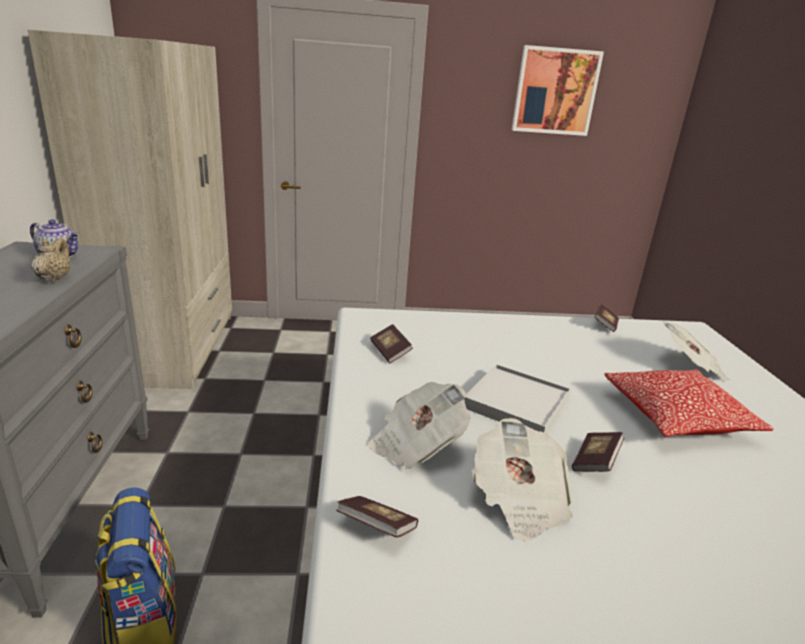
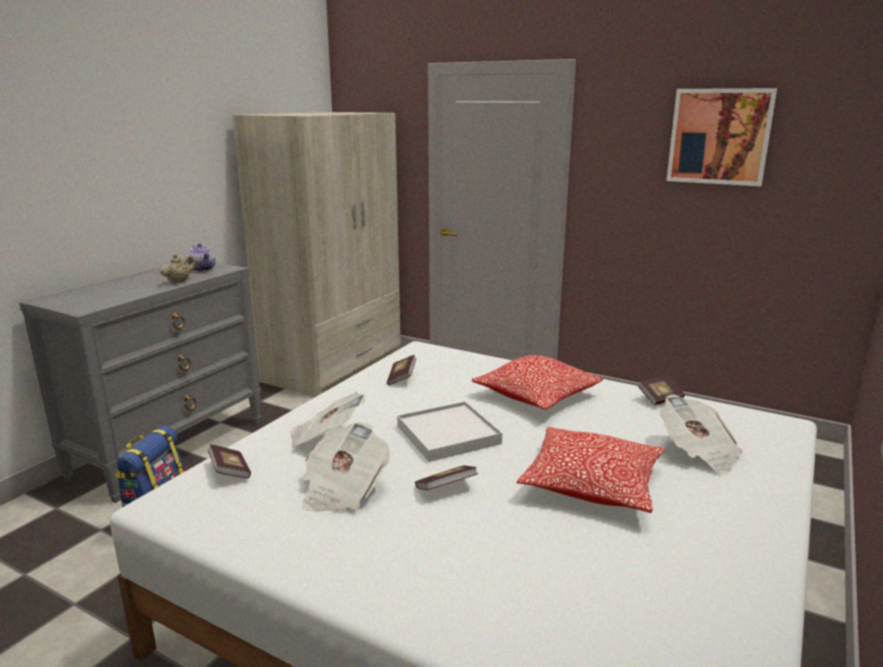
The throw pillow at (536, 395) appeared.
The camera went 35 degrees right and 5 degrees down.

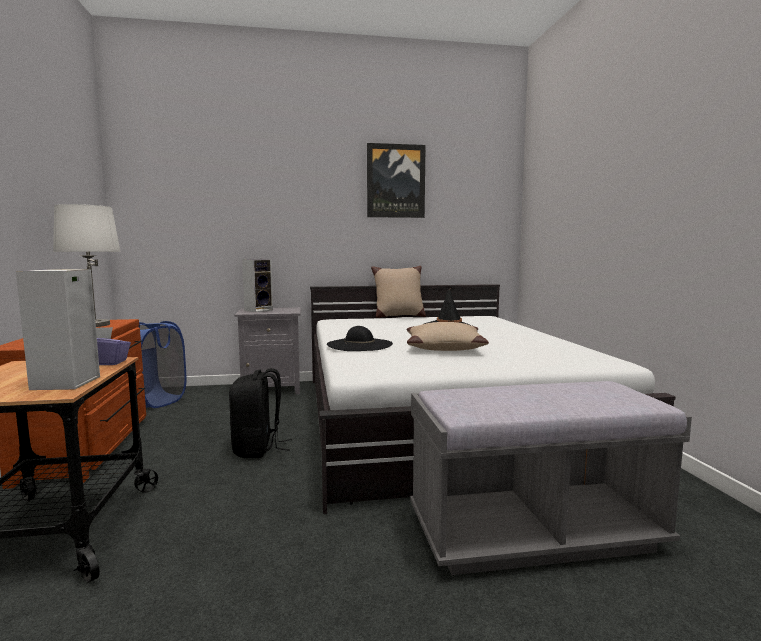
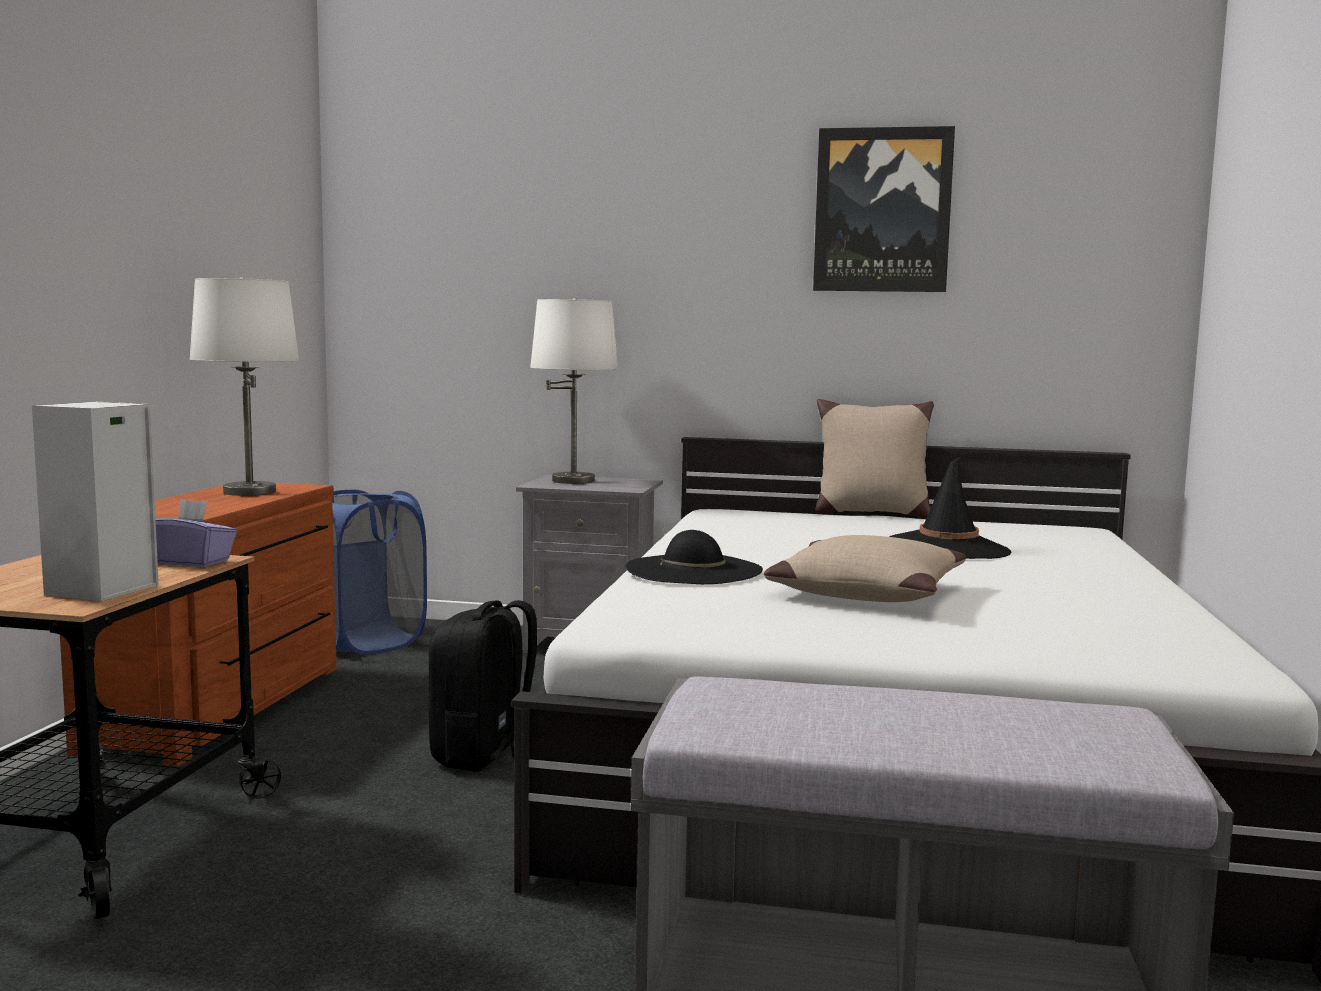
The loudspeaker at (259, 310) was replaced by the table lamp/white at (573, 480).
The camera went 20 degrees right and 0 degrees up.

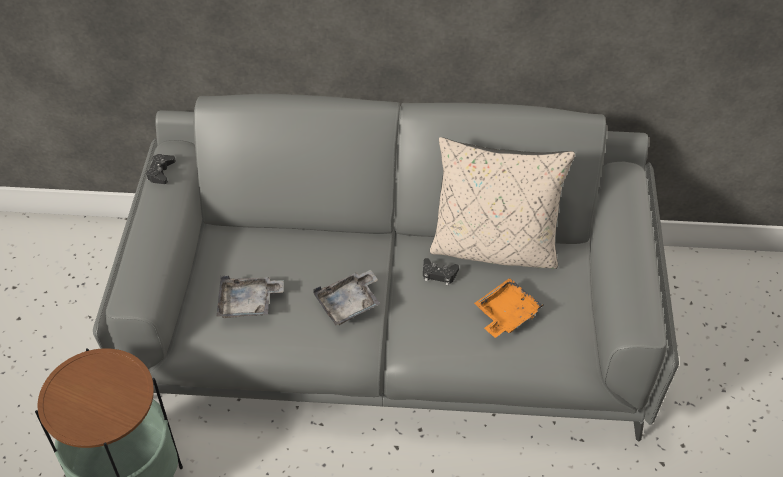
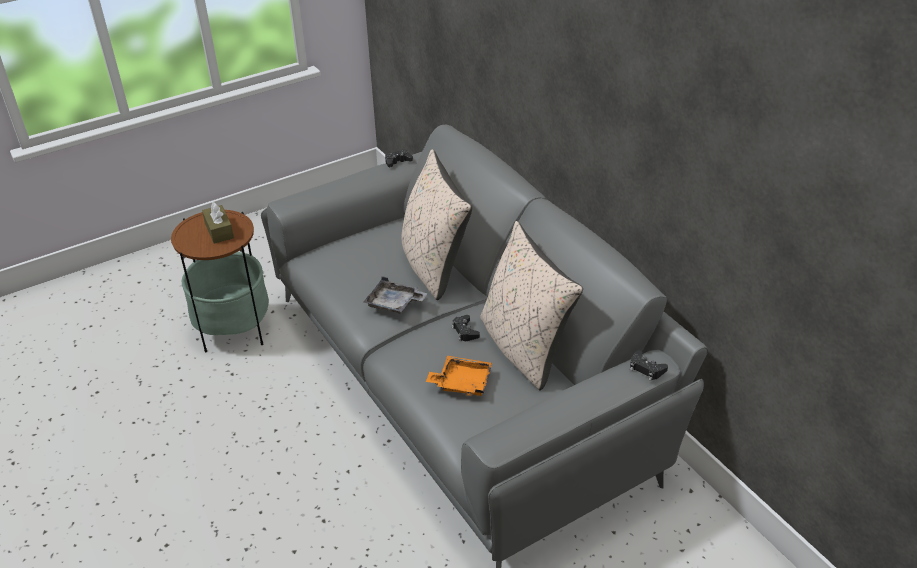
The tray/grey at (248, 303) disappeared.
The tissue box/brown at (219, 231) appeared.
The throw pillow/beige at (434, 265) appeared.
The game controller/black-coloured at (646, 369) appeared.
The camera went 55 degrees right and 10 degrees down.

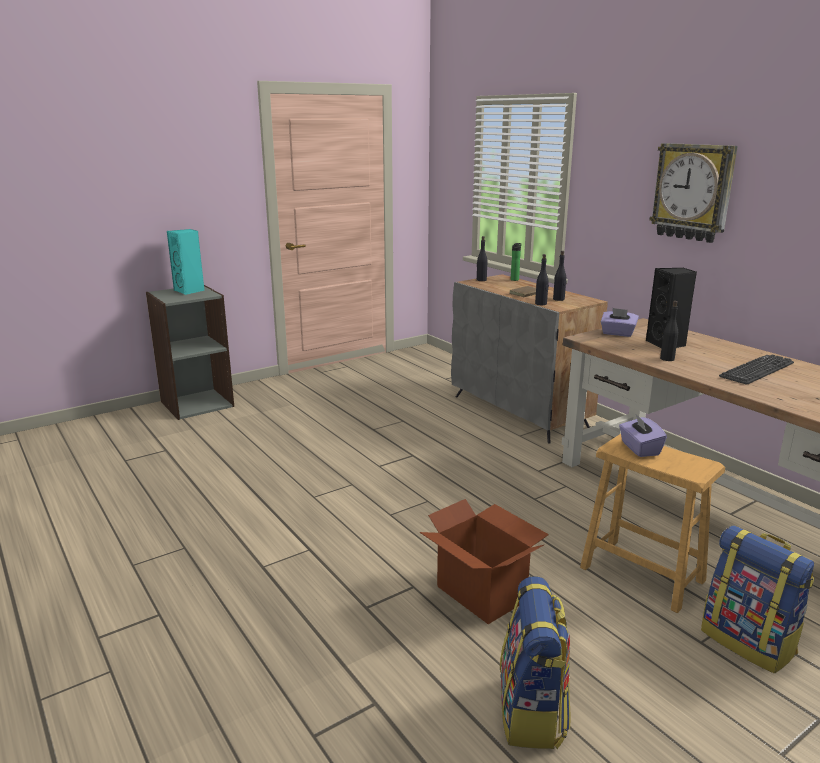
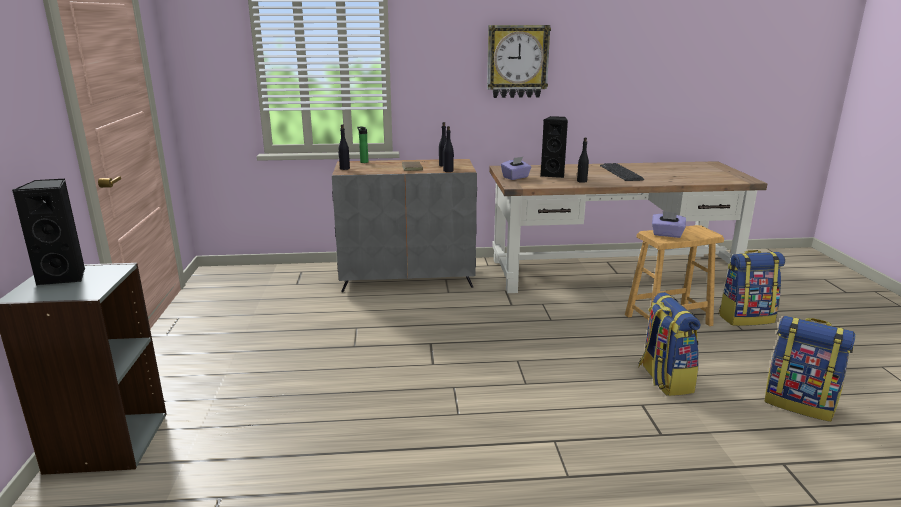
The loudspeaker/turquoise-coloured at (190, 291) became the loudspeaker/black-coloured at (65, 277).
The cardboard box at (482, 593) was replaced by the knapsack at (664, 379).
The camera went 60 degrees left and 0 degrees up.

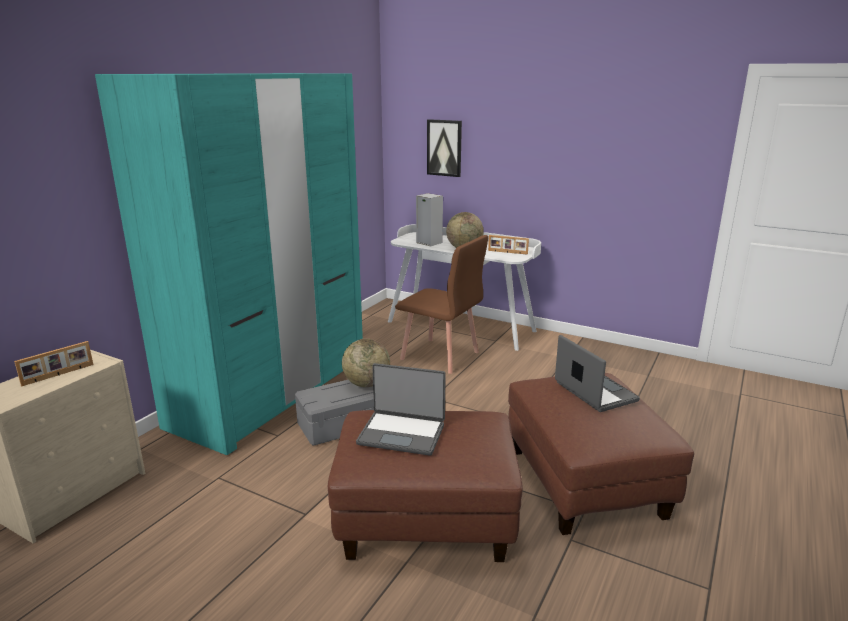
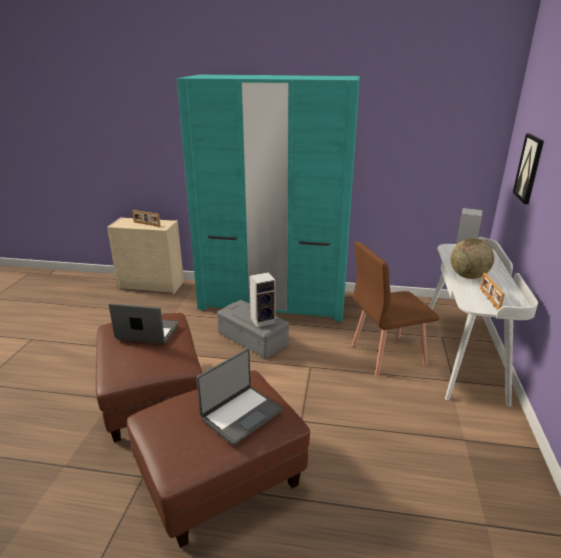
The globe at (366, 384) was replaced by the loudspeaker at (263, 320).
The notebook computer at (402, 433) turned 105 degrees clockwise.
The chair/brown at (440, 356) turned 60 degrees clockwise.
The camera went 70 degrees right and 5 degrees up.

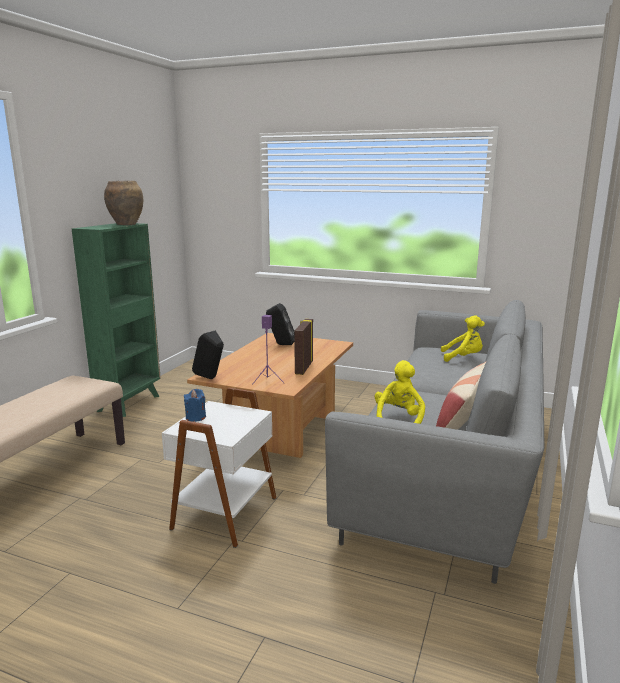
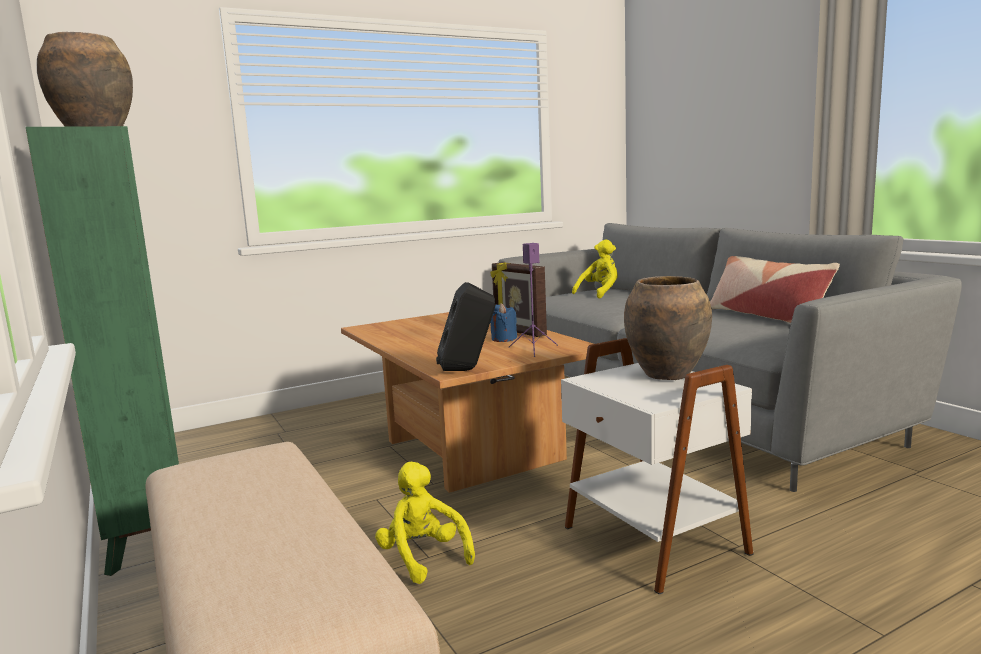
The candle/blue-coloured moved from (195, 417) to (503, 339).
The loudspeaker/black-coloured at (280, 344) disappeared.
The cuddly toy/yellow moved from (398, 419) to (423, 557).
The decorative vase/brown at (667, 375) appeared.
The camera went 50 degrees left and 5 degrees down.

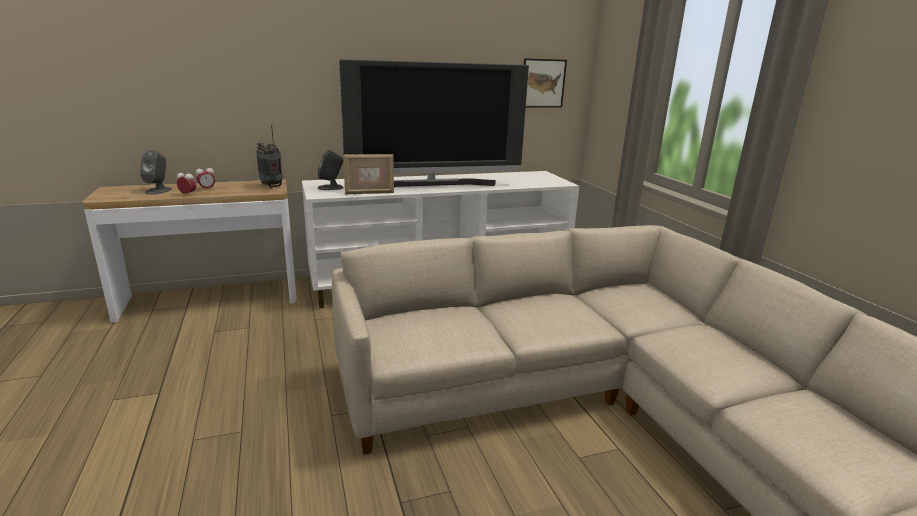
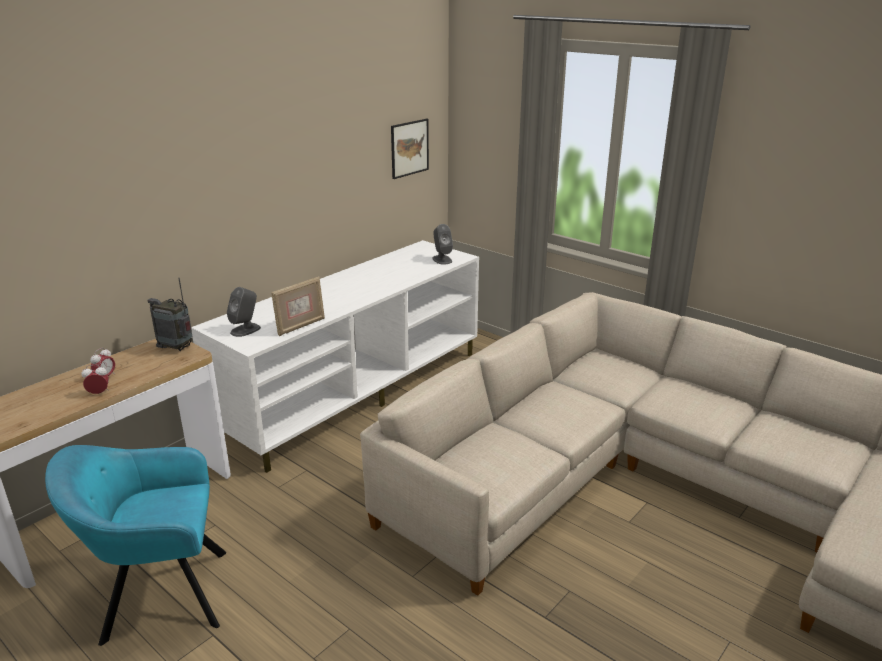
The loudspeaker/grey moved from (158, 190) to (442, 259).
The television at (433, 185) disappeared.
The armchair/turquoise-coloured at (159, 596) appeared.
The camera went 30 degrees left and 5 degrees up.

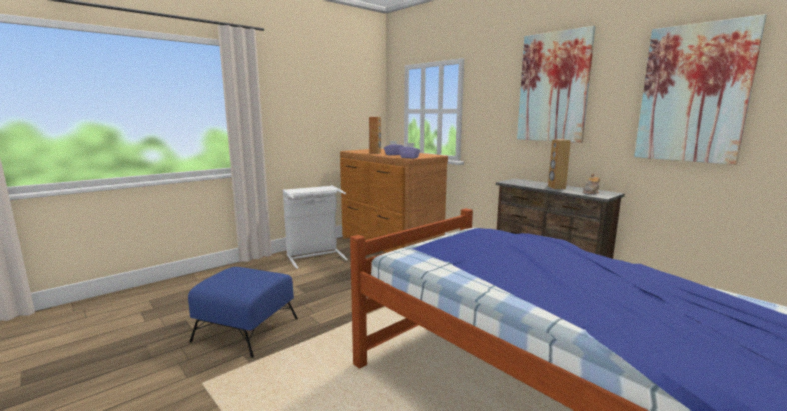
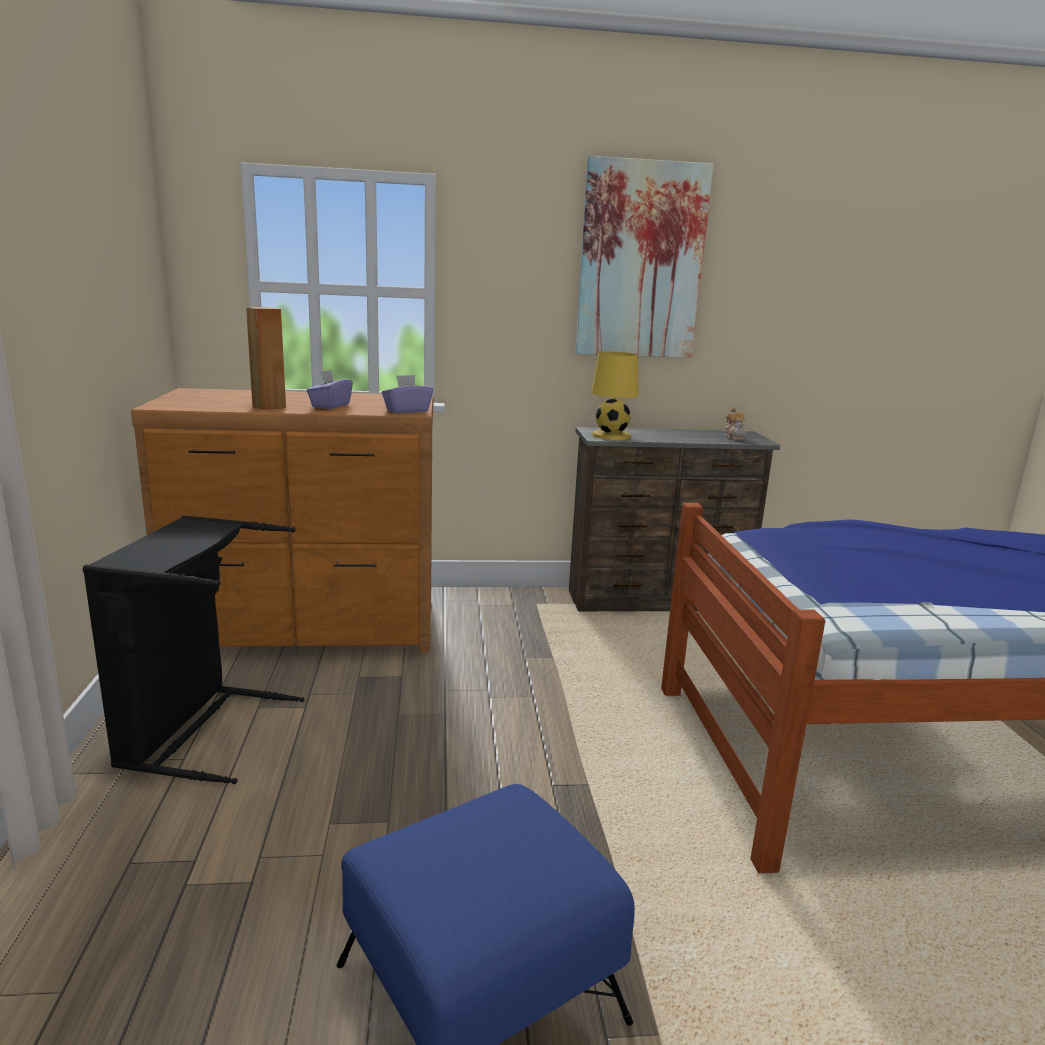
The laundry basket/white at (315, 256) became the laundry basket/black-coloured at (197, 730).
The loudspeaker/brown at (556, 187) disappeared.
The picture at (693, 94) disappeared.
The table lamp/yellow at (610, 435) appeared.
The camera went 55 degrees left and 5 degrees up.

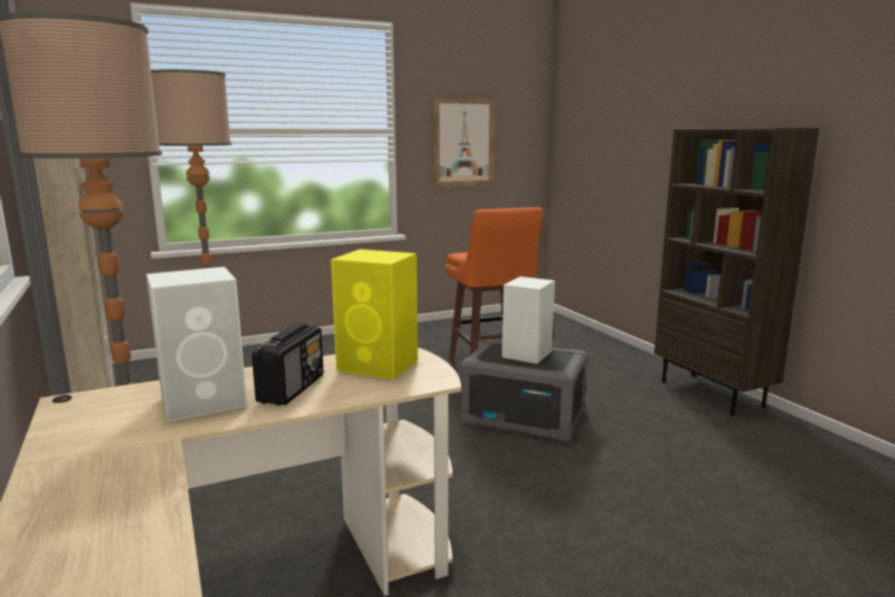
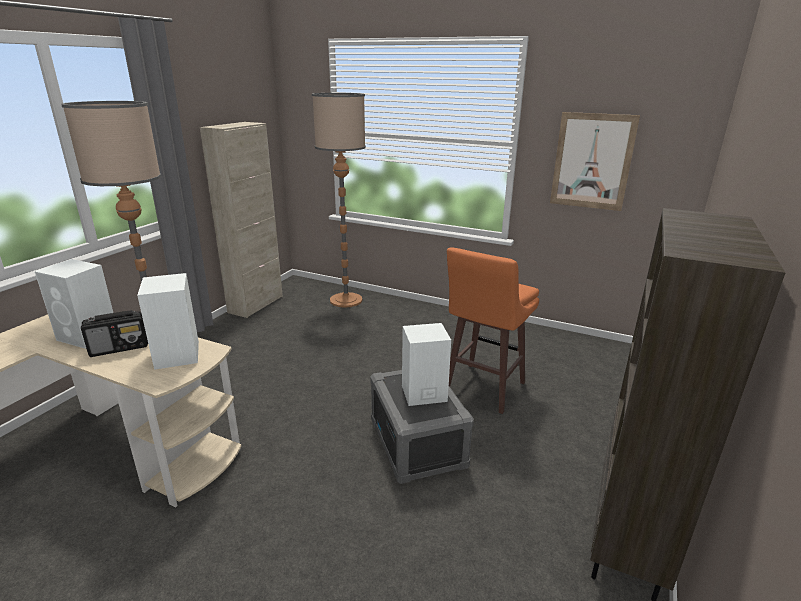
The loudspeaker/yellow at (379, 366) became the loudspeaker/white at (177, 355).
The camera went 50 degrees right and 10 degrees up.

